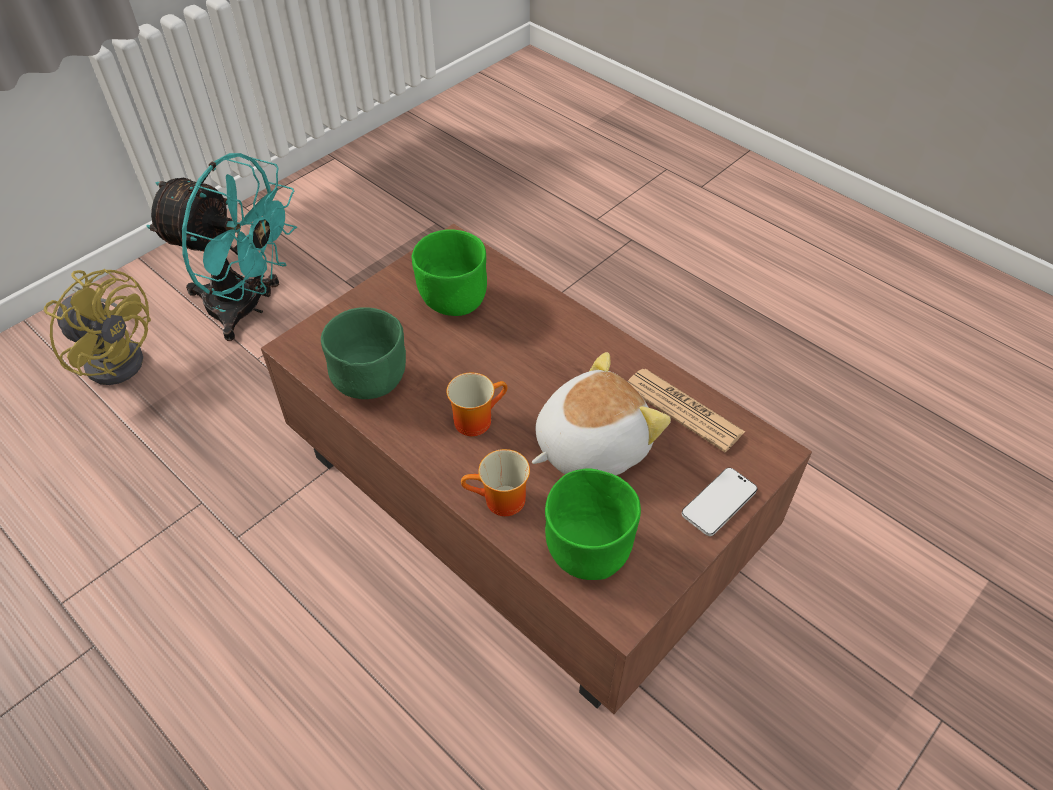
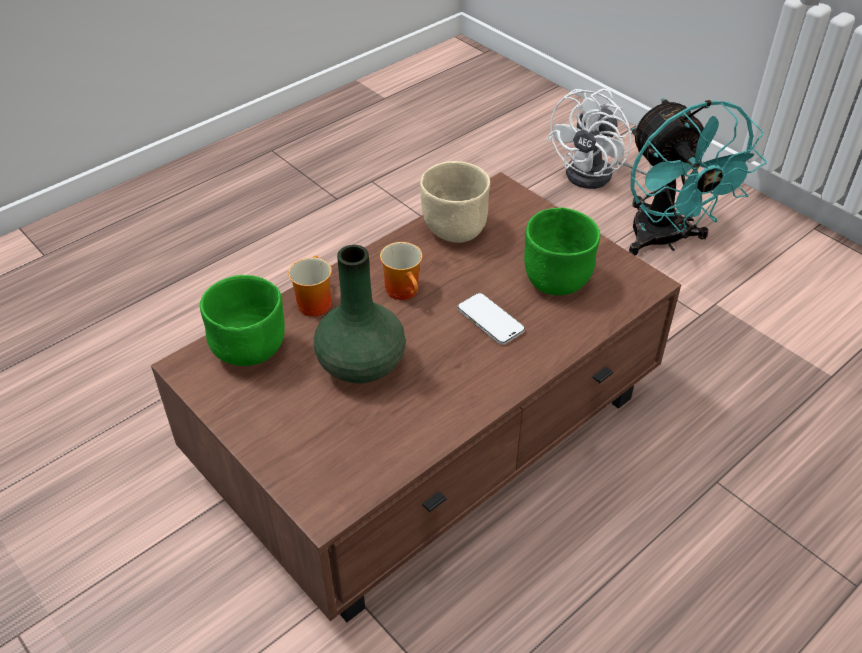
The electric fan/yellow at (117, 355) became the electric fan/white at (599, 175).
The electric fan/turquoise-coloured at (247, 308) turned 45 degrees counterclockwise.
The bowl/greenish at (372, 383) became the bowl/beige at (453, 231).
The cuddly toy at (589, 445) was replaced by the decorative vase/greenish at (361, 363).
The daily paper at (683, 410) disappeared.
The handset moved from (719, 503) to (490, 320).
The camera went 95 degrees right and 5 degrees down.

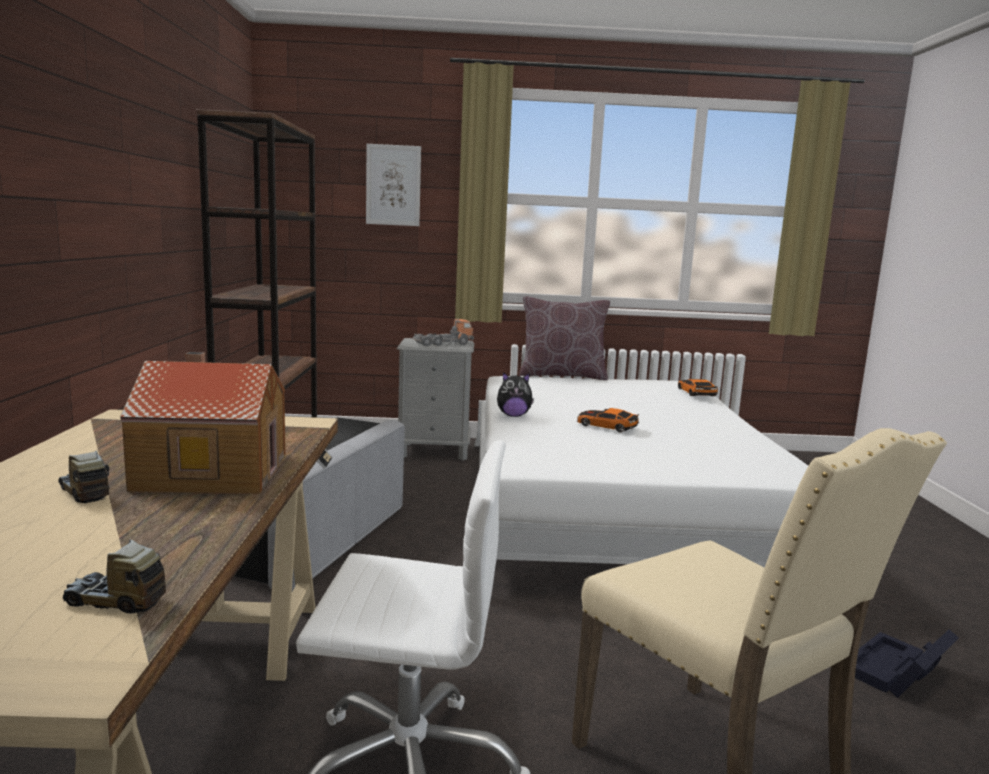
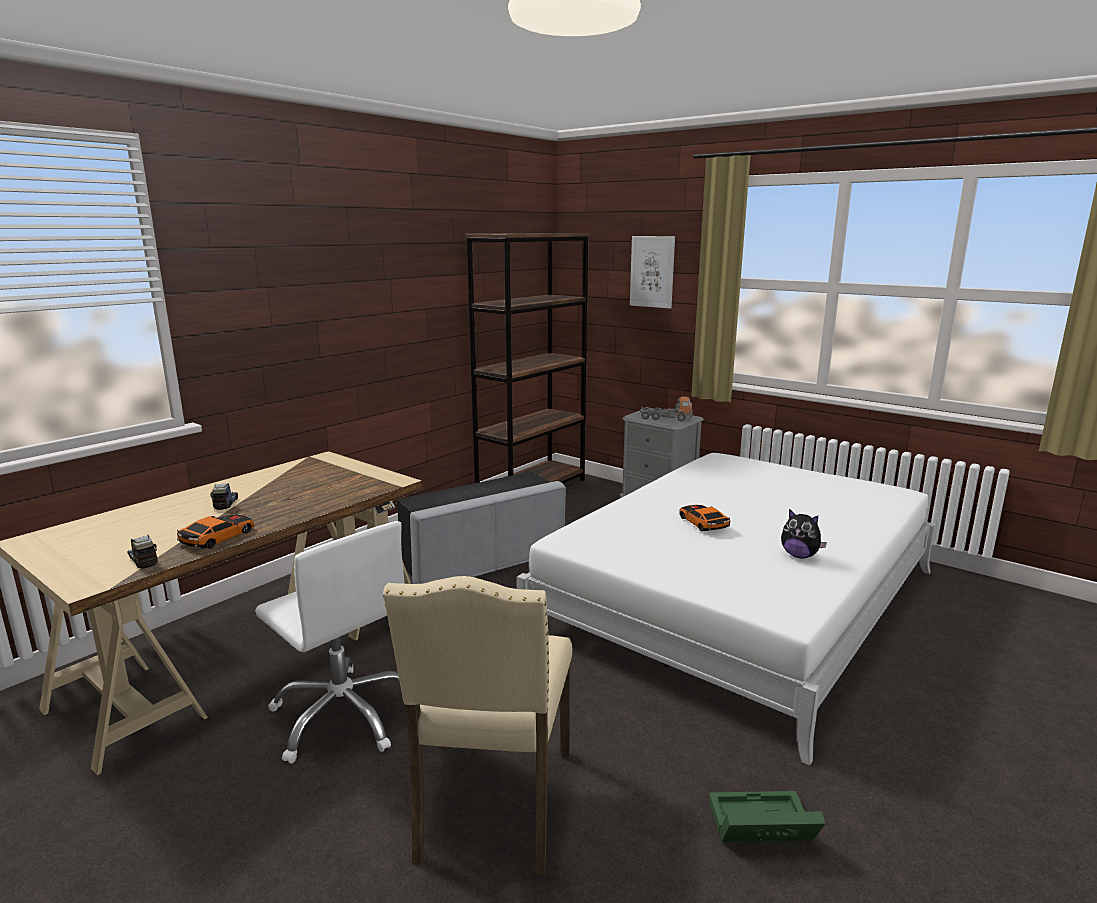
The model house at (211, 470) disappeared.
The cuddly toy moved from (513, 415) to (799, 555).
The throw pillow/brown at (562, 375) disappeared.
The miniature car moved from (695, 392) to (217, 536).
The storage container/black-coloured at (896, 673) became the storage container/greenish at (759, 828).
The camera went 40 degrees right and 5 degrees up.

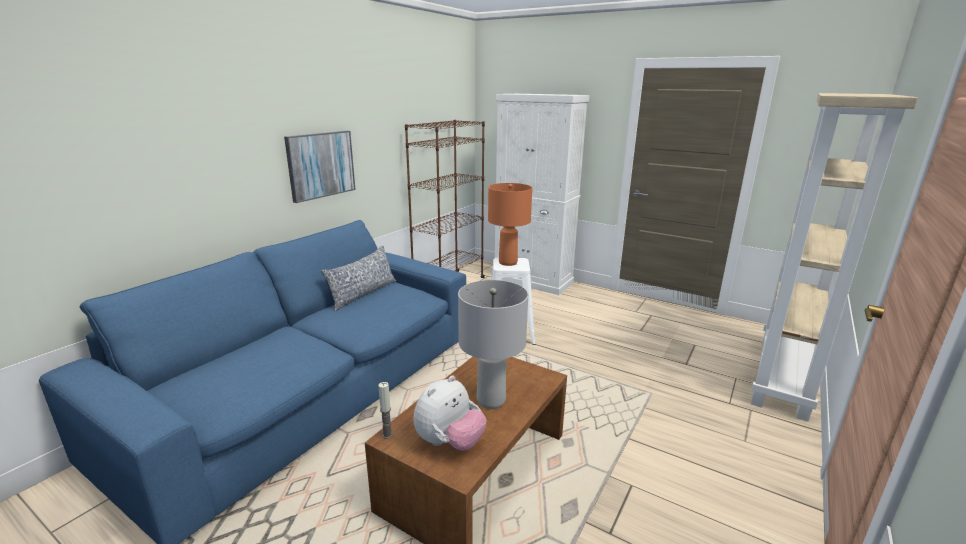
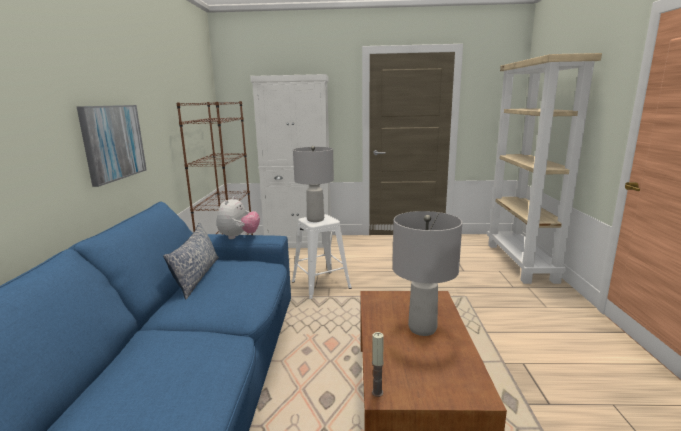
The cuddly toy moved from (449, 442) to (239, 237).
The table lamp/orange at (508, 262) became the table lamp/grey at (315, 219).
The camera went 30 degrees left and 5 degrees down.

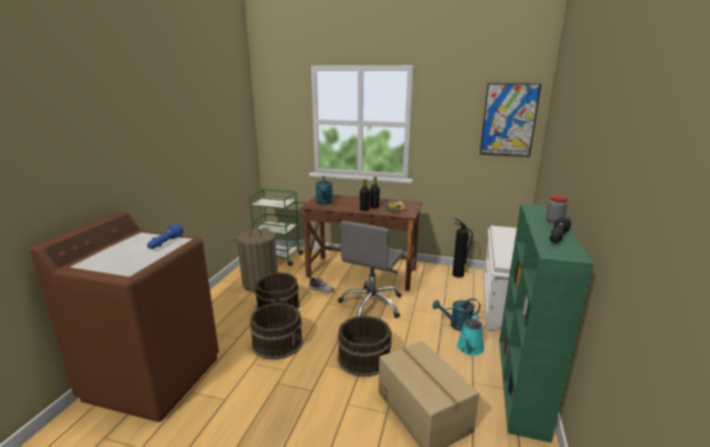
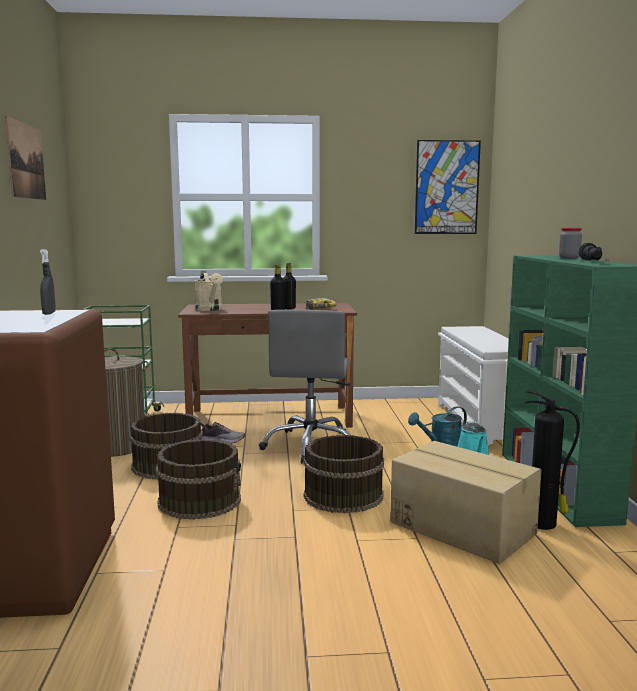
The flashlight/blue-coloured at (165, 243) was replaced by the hand sprayer/grey at (49, 313).
The sprinkling can/turquoise-coloured at (324, 203) became the sprinkling can/beige at (210, 309).
The extinguisher moved from (458, 275) to (544, 524).
The picture at (26, 161) appeared.
The camera went 20 degrees left and 10 degrees down.

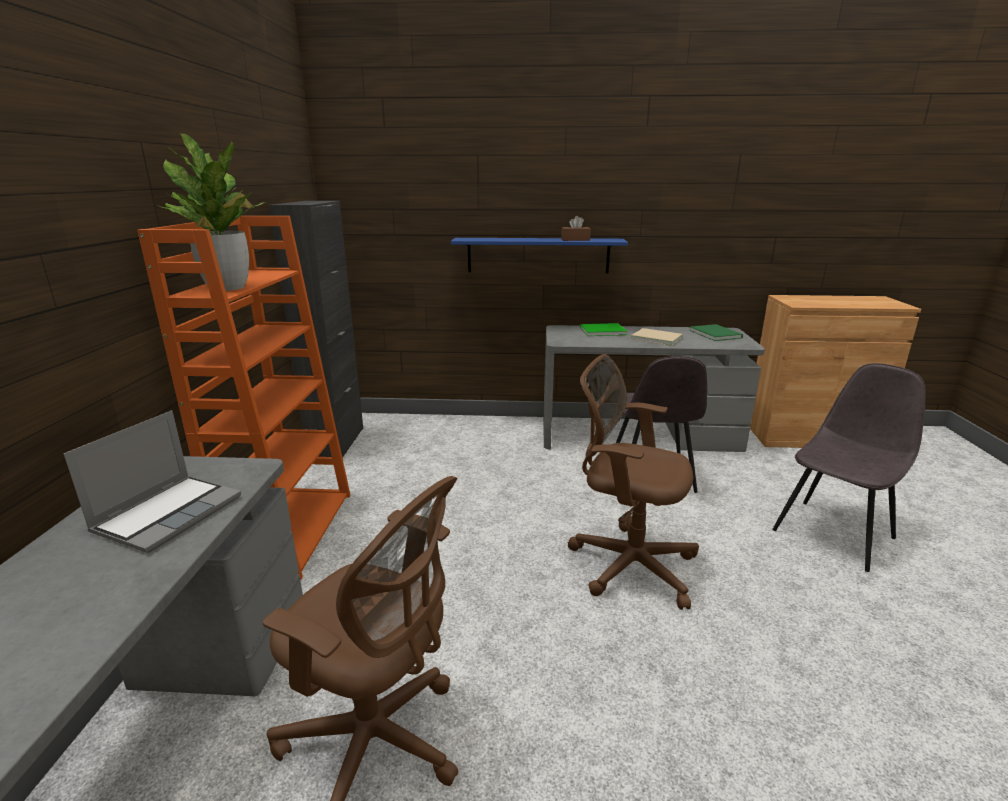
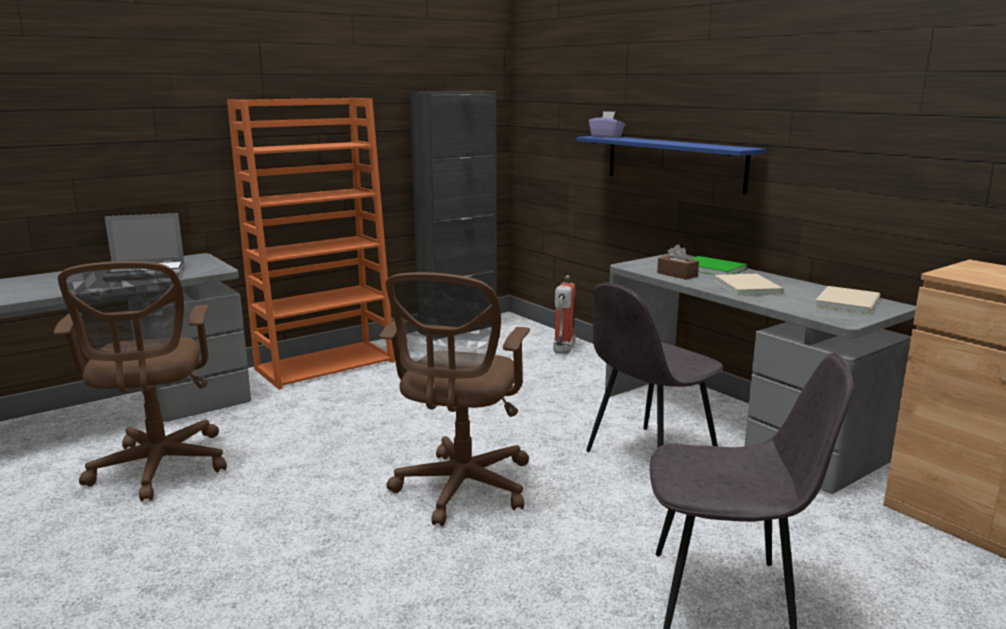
The potted plant at (228, 287) disappeared.
The tissue box/brown moved from (575, 240) to (677, 274).
The desk chair/brown at (627, 563) turned 150 degrees counterclockwise.
The volume/greenish at (715, 333) became the volume/beige at (849, 302).
The extinguisher at (562, 351) appeared.
The tissue box/purple-coloured at (606, 137) appeared.
The camera went 50 degrees right and 5 degrees down.

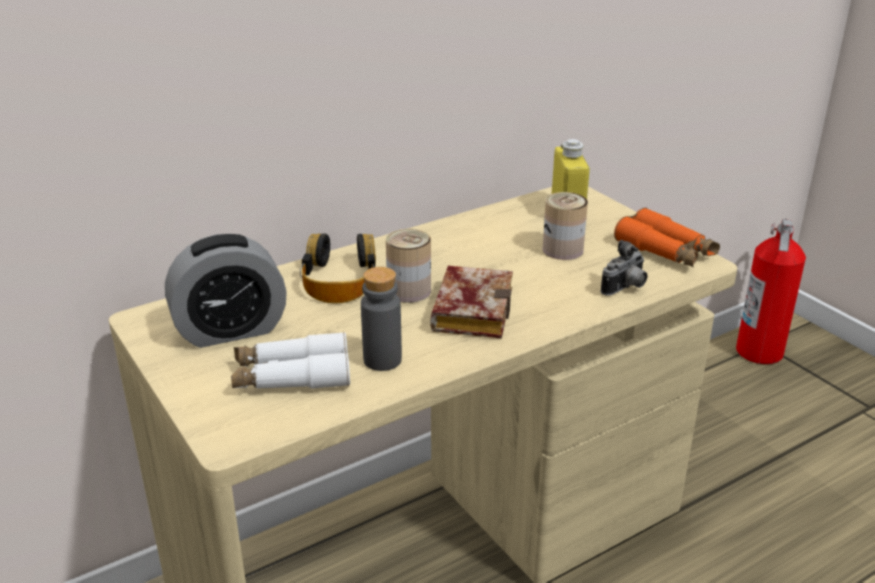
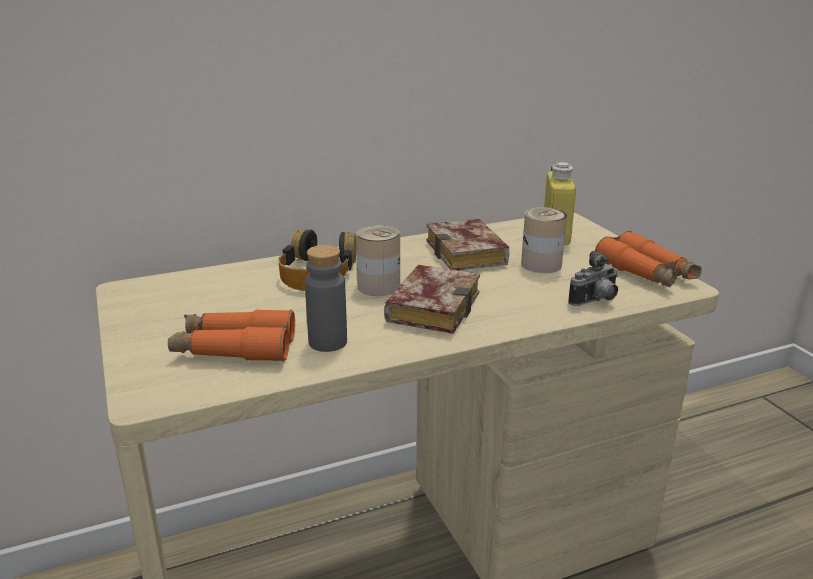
The bedside clock at (230, 330) disappeared.
The pair of binoculars/white at (292, 376) became the pair of binoculars/orange at (234, 348).
The extinguisher at (760, 351) disappeared.
The volume at (469, 254) appeared.
The camera went 10 degrees right and 5 degrees down.

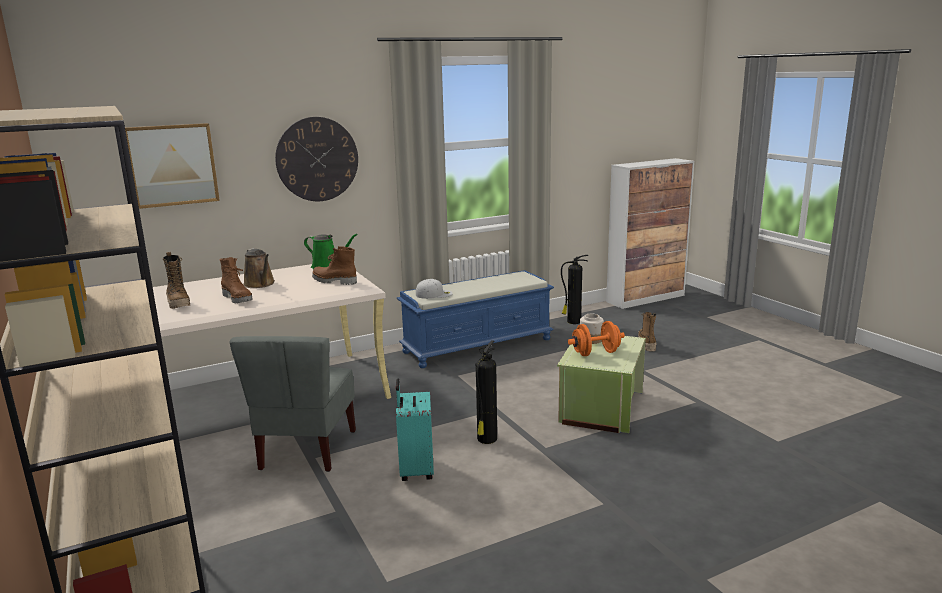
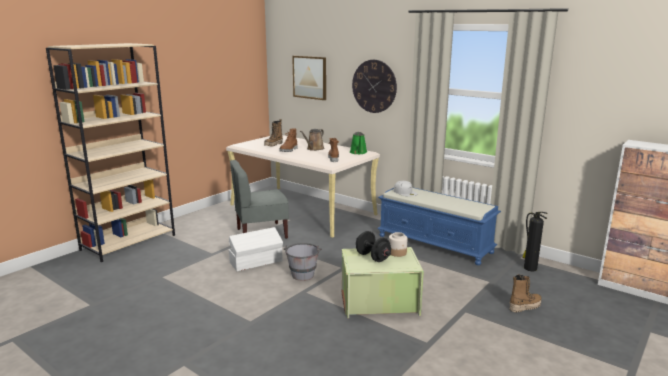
The piece of luggage/turquoise-coloured at (415, 471) was replaced by the storage container/white at (256, 262).
The extinguisher at (486, 439) was replaced by the water bucket/grey at (303, 273).
The dumbbell/orange at (595, 353) became the dumbbell/black-coloured at (372, 257).
The camera went 65 degrees right and 0 degrees up.

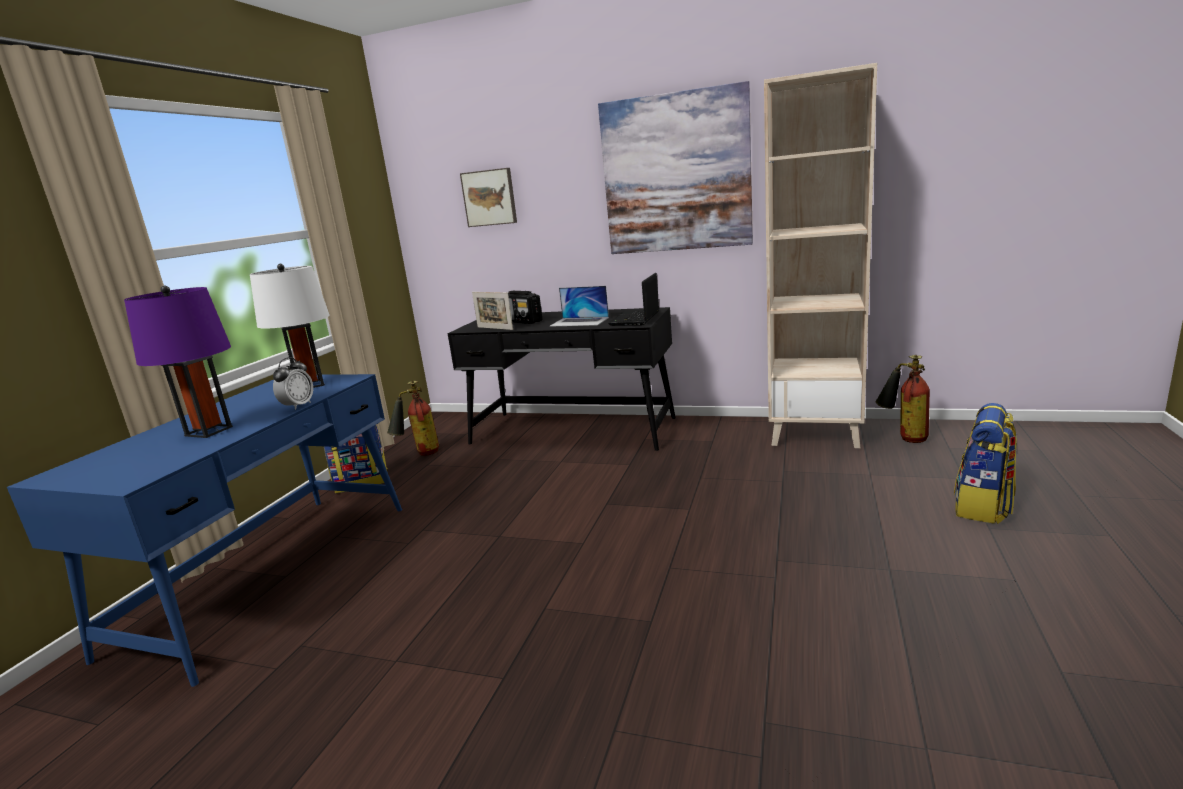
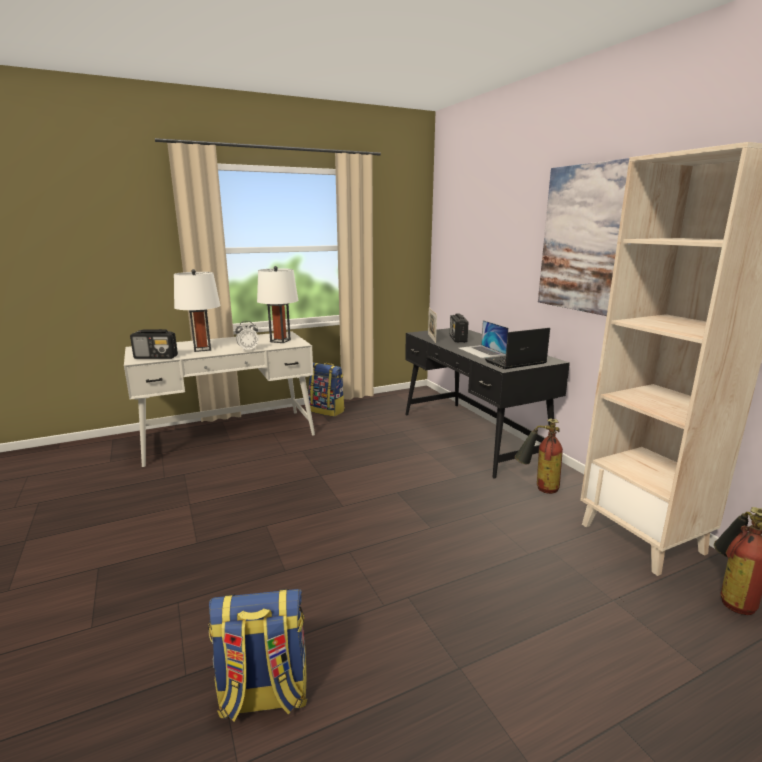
The desk/blue-coloured at (271, 573) became the desk/white at (229, 436).
The table lamp/purple-coloured at (208, 431) became the table lamp/white at (202, 349).
The extinguisher moved from (419, 454) to (537, 487).
The picture at (490, 197) disappeared.
The knapsack moved from (983, 507) to (263, 696).
The radio receiver at (156, 357) appeared.
The camera went 45 degrees right and 0 degrees up.

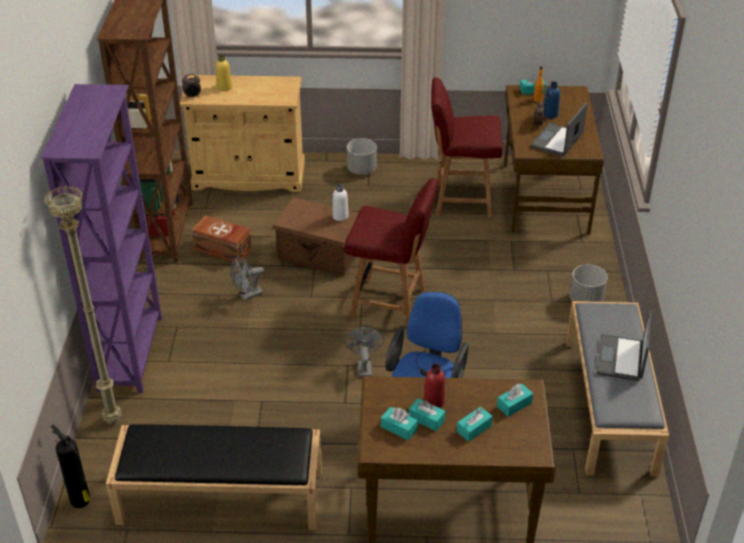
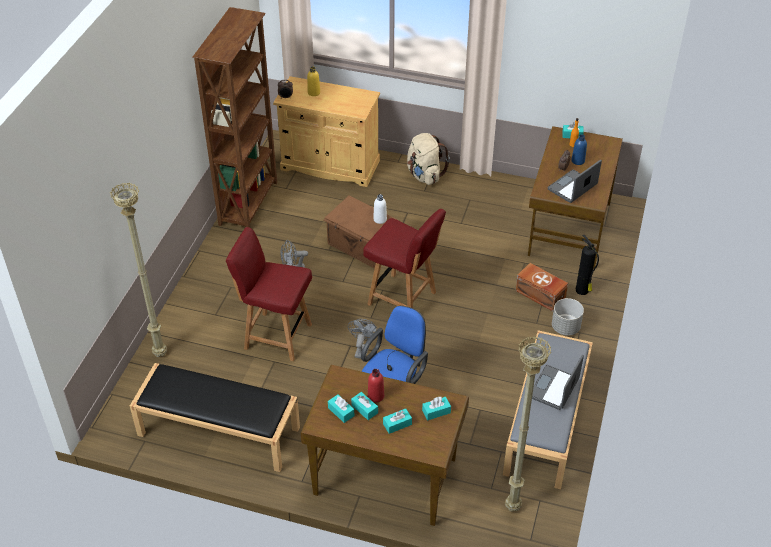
The bookcase/purple-coloured at (131, 352) disappeared.
The extinguisher moved from (81, 501) to (582, 291).
The storage container/brown moved from (223, 250) to (540, 295).
The plant pot/grey at (362, 170) was replaced by the knapsack/beige at (424, 175).
The chair/red moved from (461, 200) to (276, 336).
The standing lamp/beige at (511, 507) appeared.
The camera went 15 degrees right and 5 degrees up.

